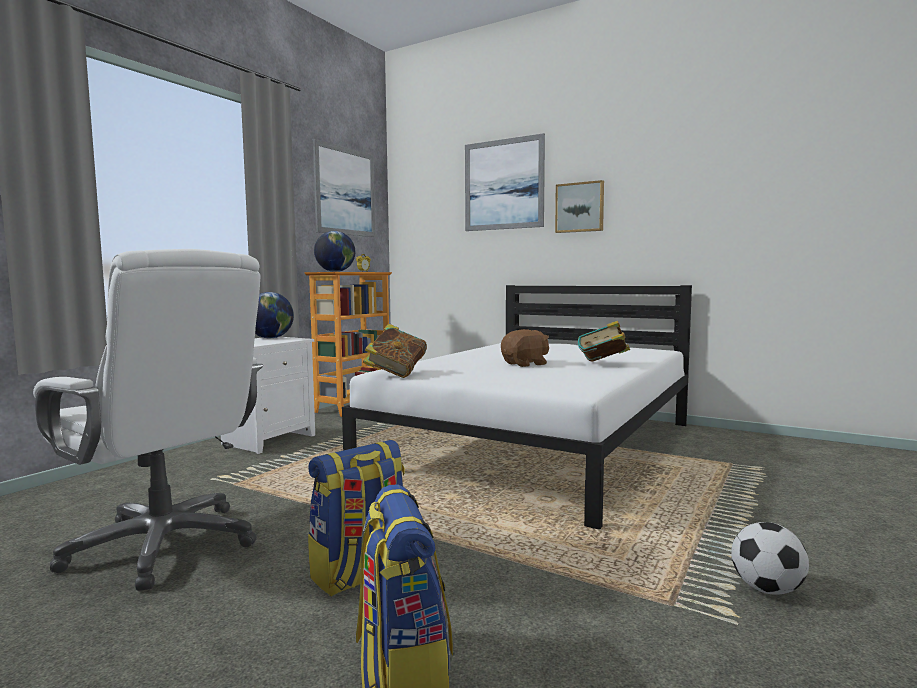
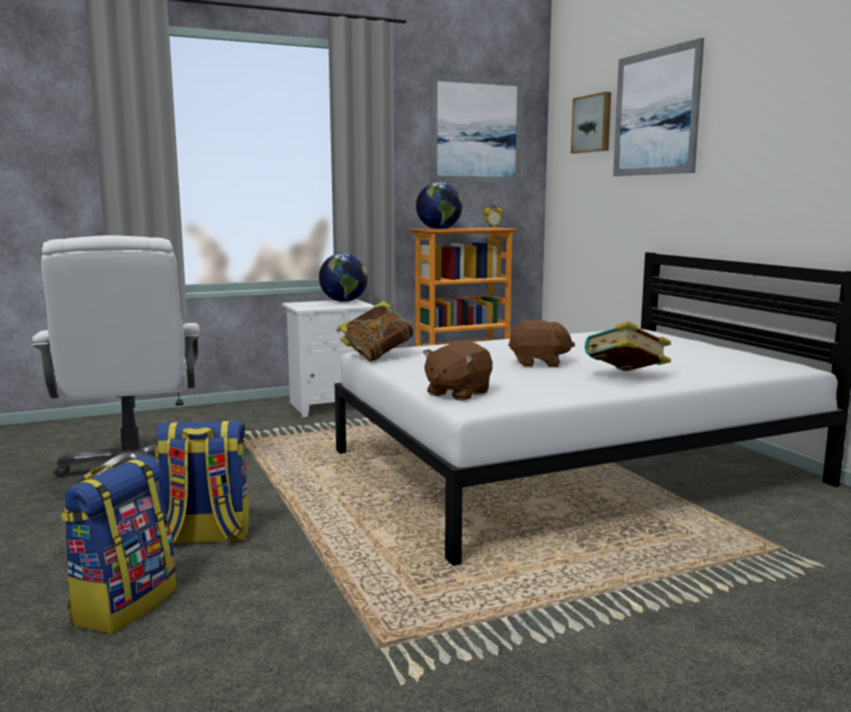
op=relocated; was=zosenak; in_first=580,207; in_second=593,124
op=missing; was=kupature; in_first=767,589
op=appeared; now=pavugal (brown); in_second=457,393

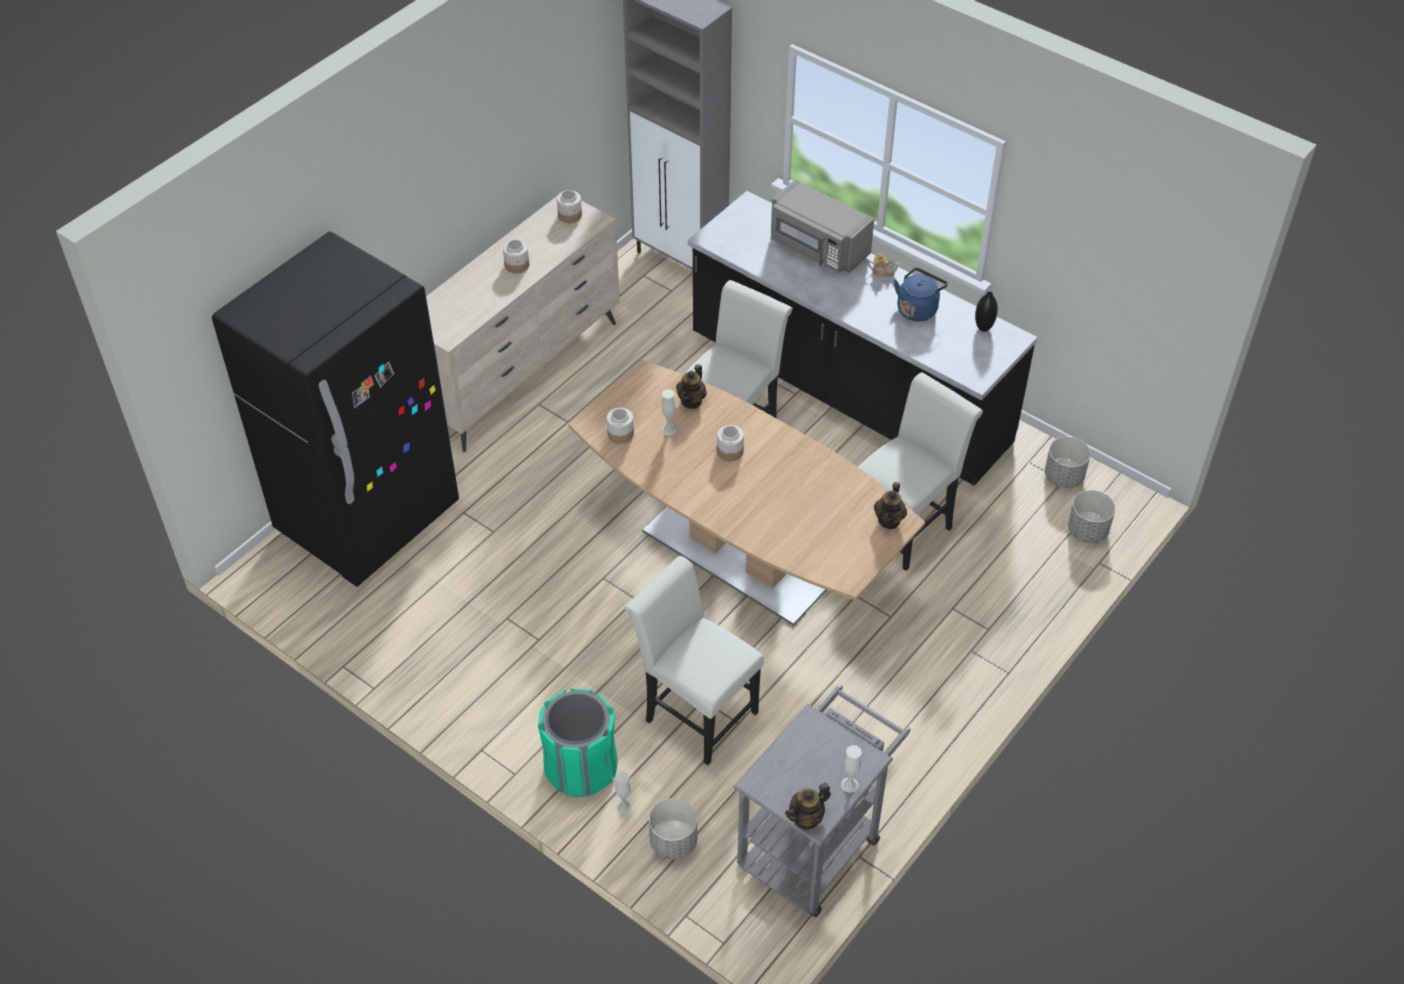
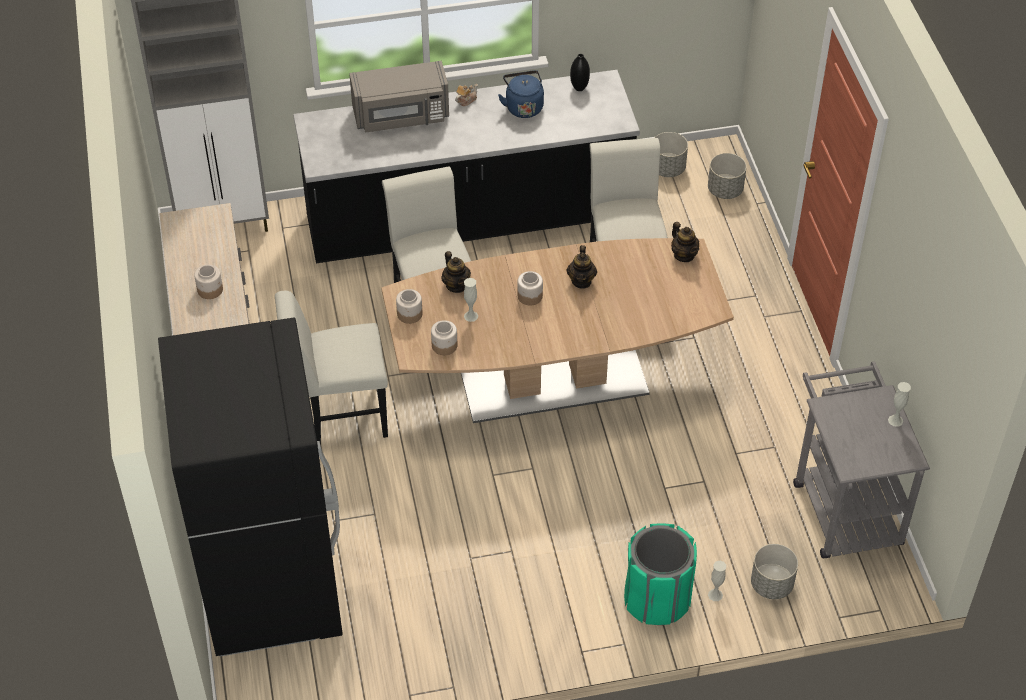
op=relocated; was=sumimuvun; in_first=570,215; in_second=410,314
op=relocated; was=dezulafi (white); in_first=695,712; in_second=339,415
op=relocated; was=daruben; in_first=807,818; in_second=581,281

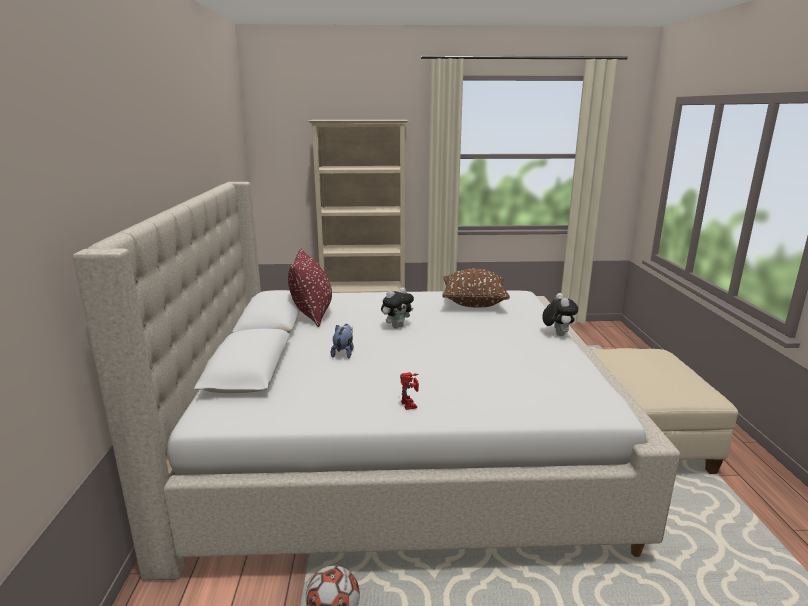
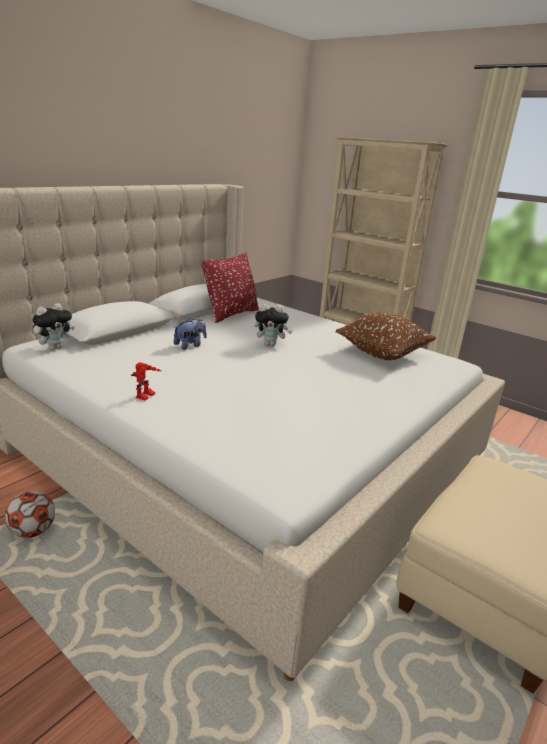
op=relocated; was=pavugal; in_first=557,334; in_second=55,347

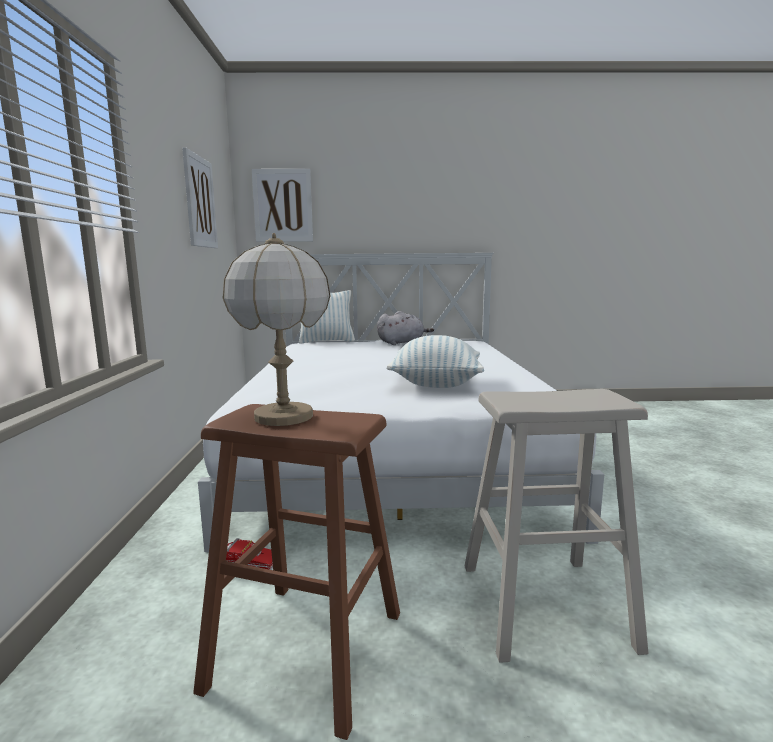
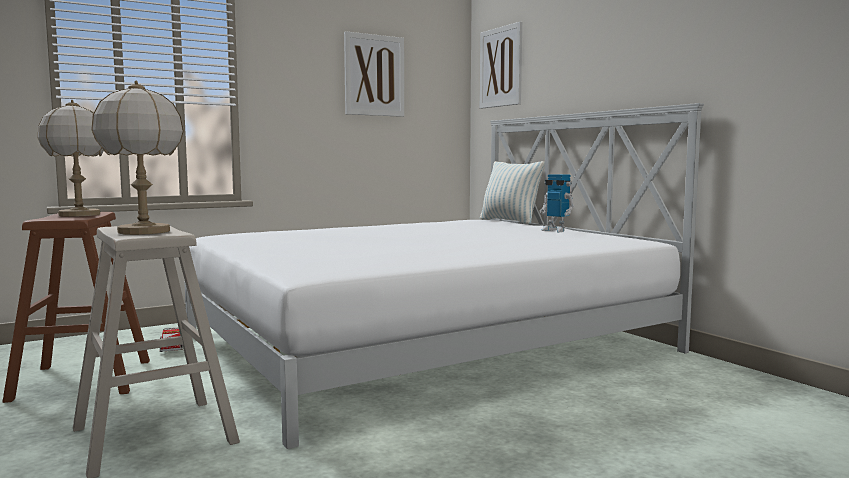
op=exchanged; was=pavugal (grey); now=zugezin; in_first=402,343; in_second=556,230
op=missing; was=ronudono; in_first=436,384
op=appeared; now=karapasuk; in_second=143,232

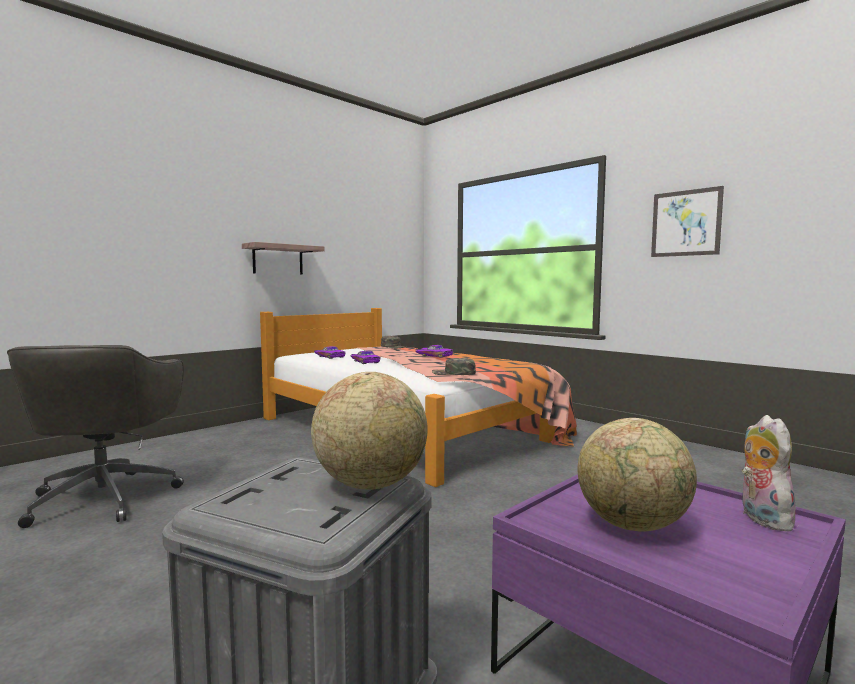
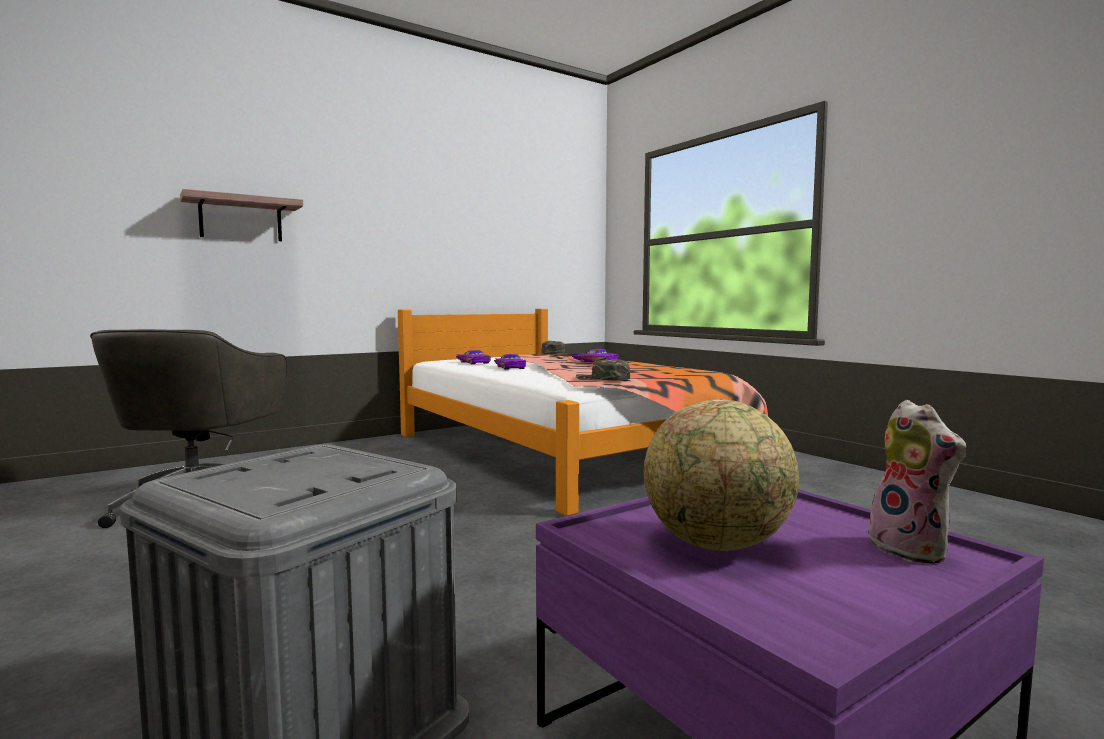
op=missing; was=zosenak; in_first=685,223
op=relocated; was=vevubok; in_first=278,259; in_second=241,219
op=missing; was=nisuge; in_first=370,484
op=spun; was=pavugal; in_first=761,518; in_second=913,549; clockwise=150

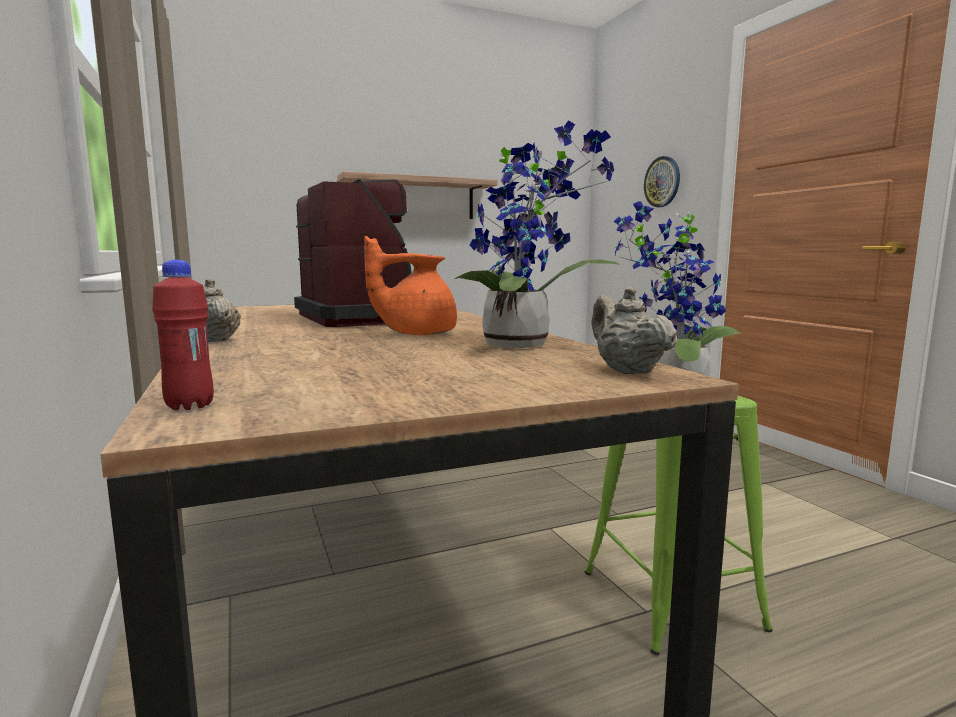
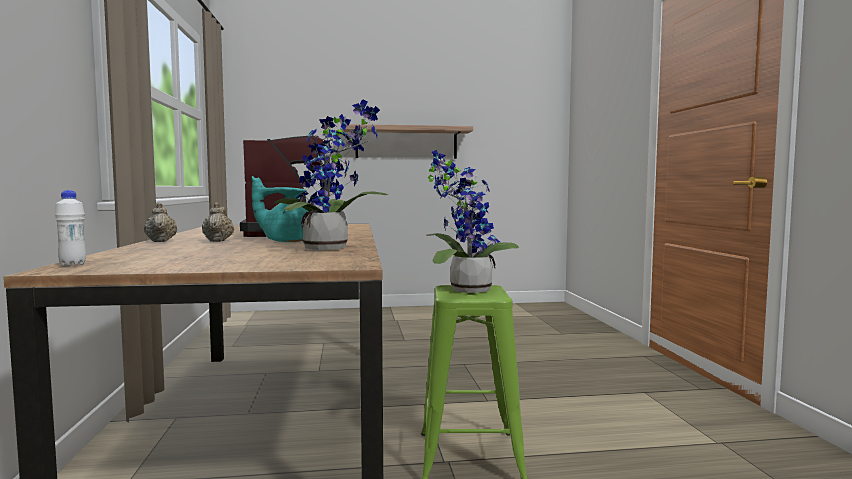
op=missing; was=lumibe; in_first=662,182
op=colour; was=daruben (orange); now=daruben (turquoise); in_first=416,333; in_second=287,241
op=colour; was=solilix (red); now=solilix (white); in_first=189,406; in_second=73,265
op=relocated; was=daruben (beige); in_first=626,371; in_second=218,241

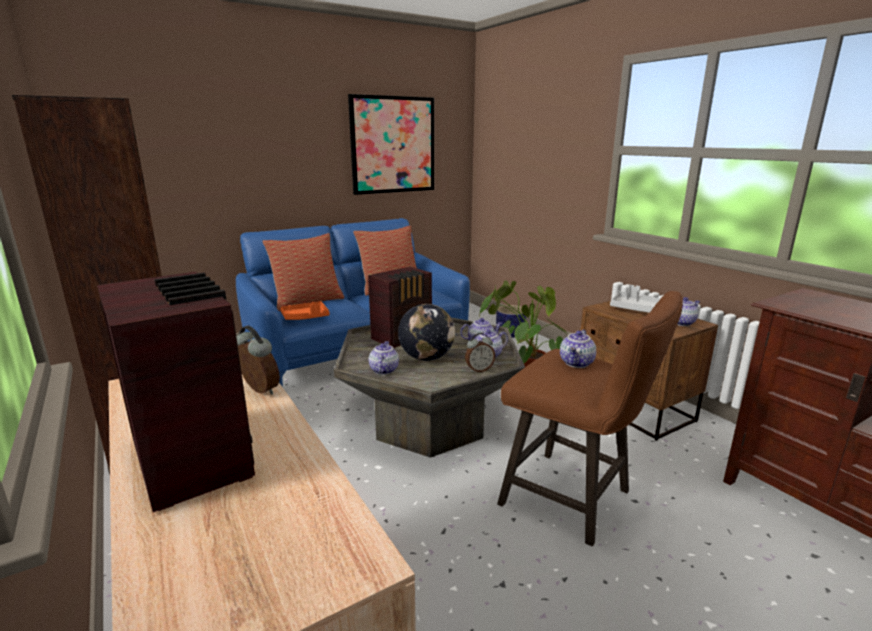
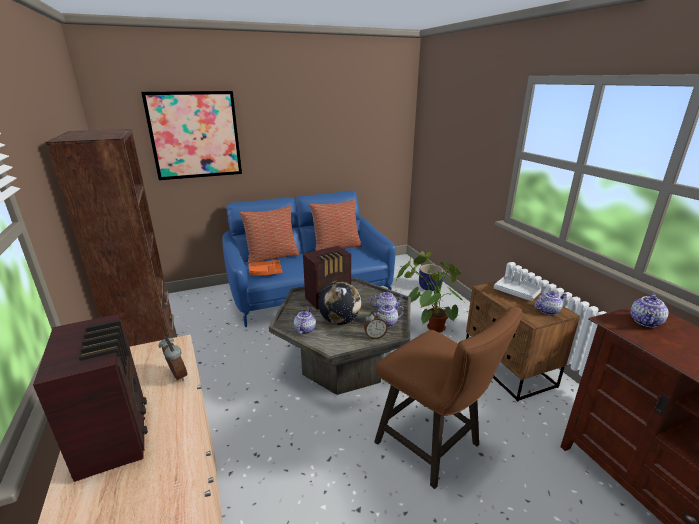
op=relocated; was=zosenak; in_first=393,145; in_second=195,135
op=relocated; was=daruben; in_first=577,363; in_second=646,322

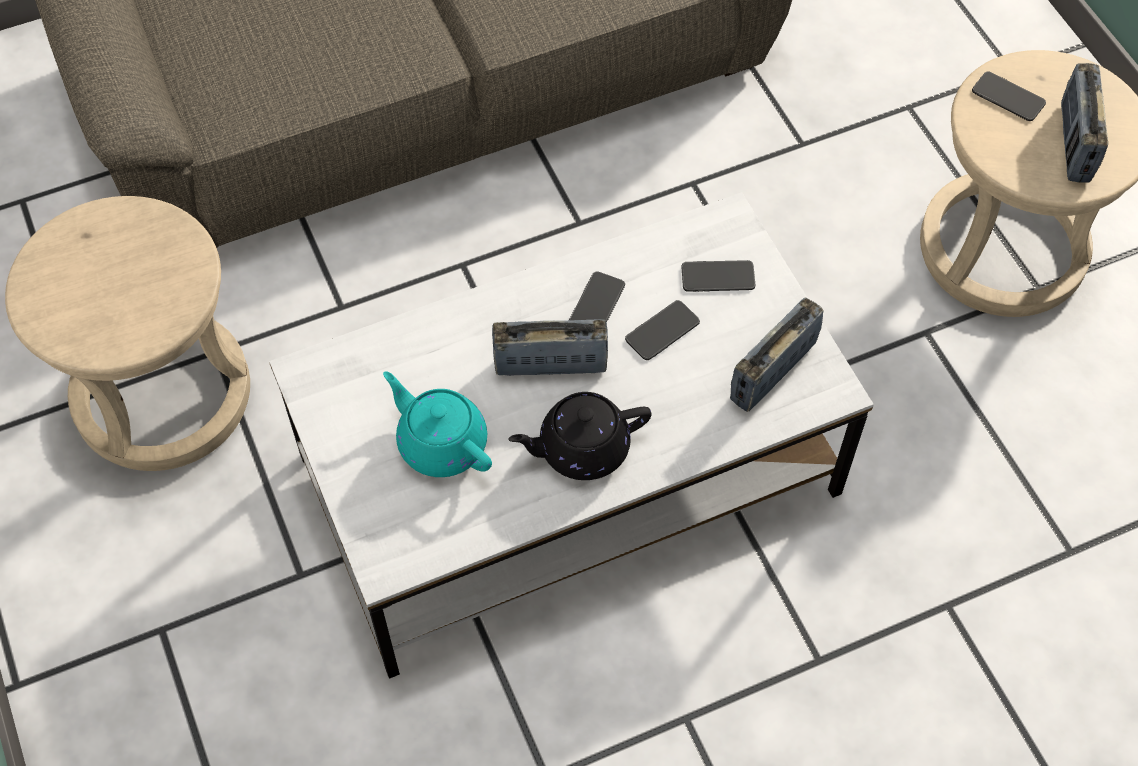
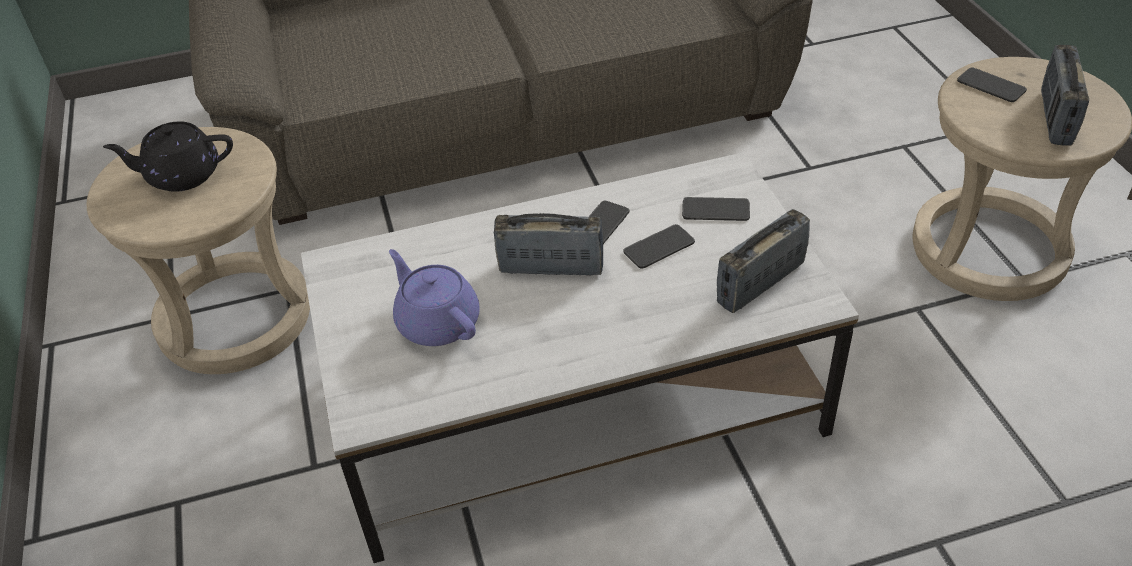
op=colour; was=daruben (turquoise); now=daruben (purple); in_first=441,443; in_second=437,322
op=relocated; was=daruben (black); in_first=581,448; in_second=182,175

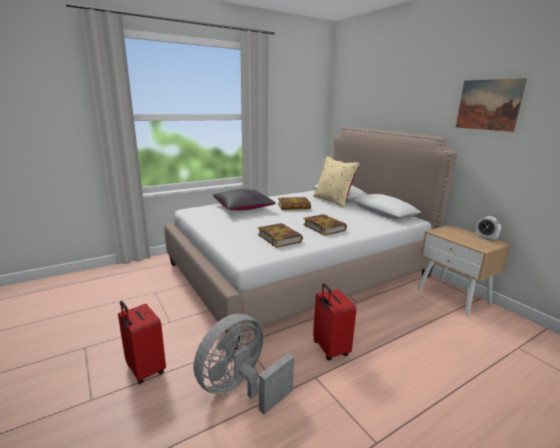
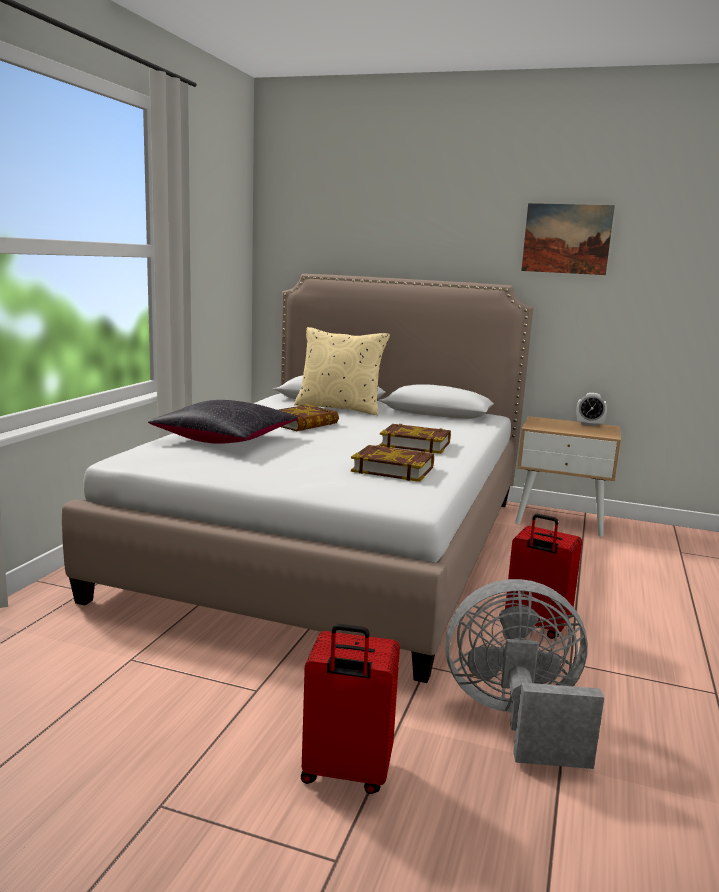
op=spun; was=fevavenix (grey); in_first=240,388; in_second=516,719; clockwise=90

